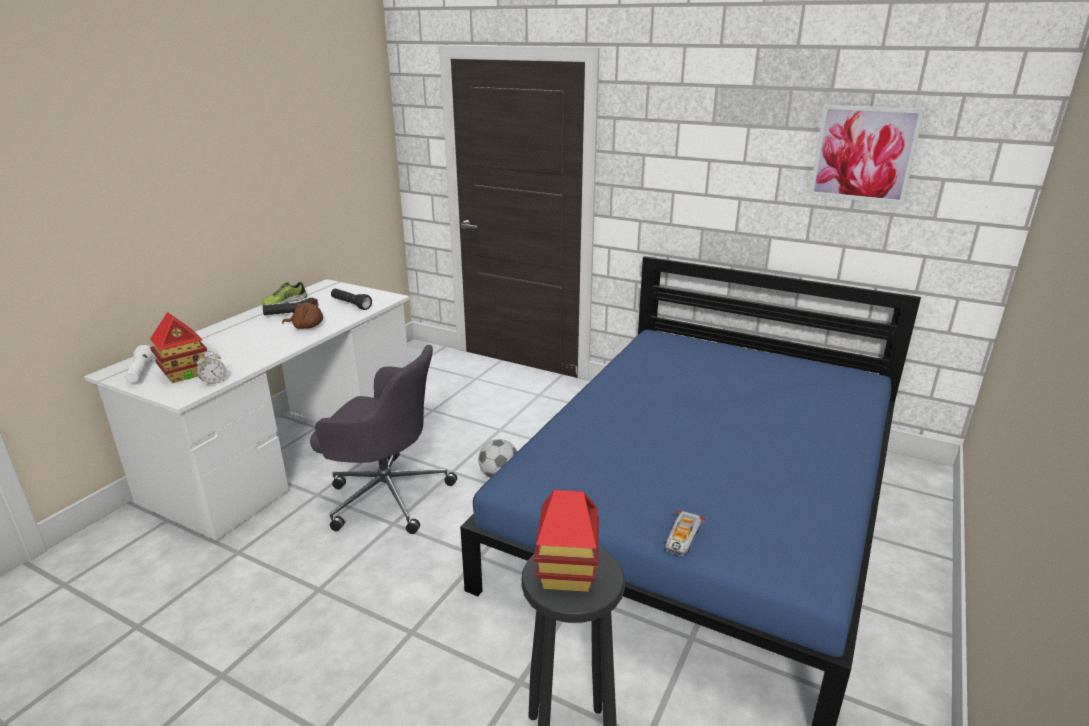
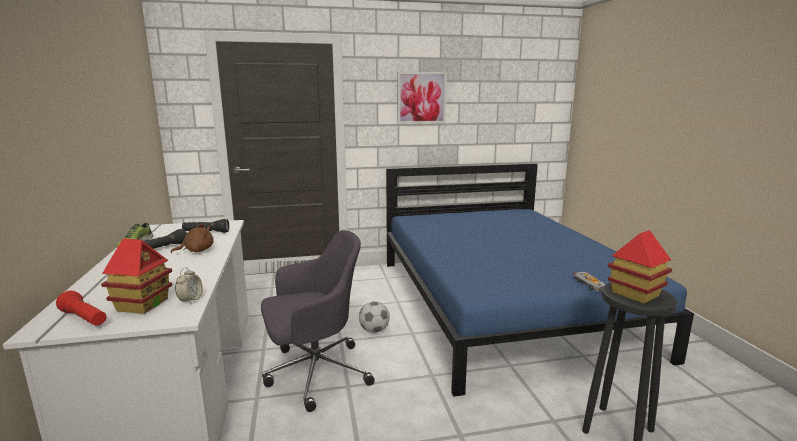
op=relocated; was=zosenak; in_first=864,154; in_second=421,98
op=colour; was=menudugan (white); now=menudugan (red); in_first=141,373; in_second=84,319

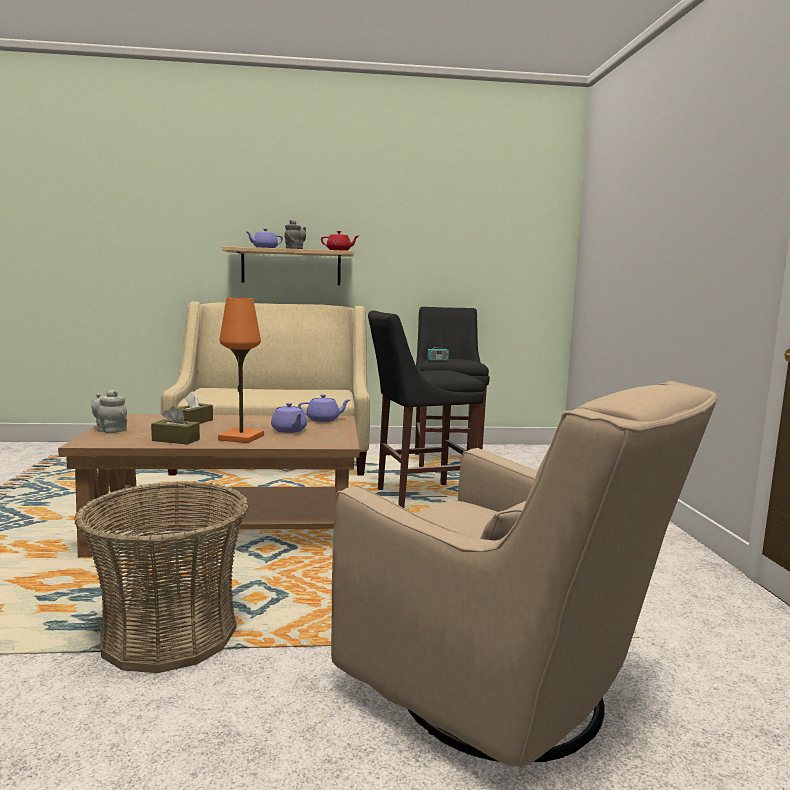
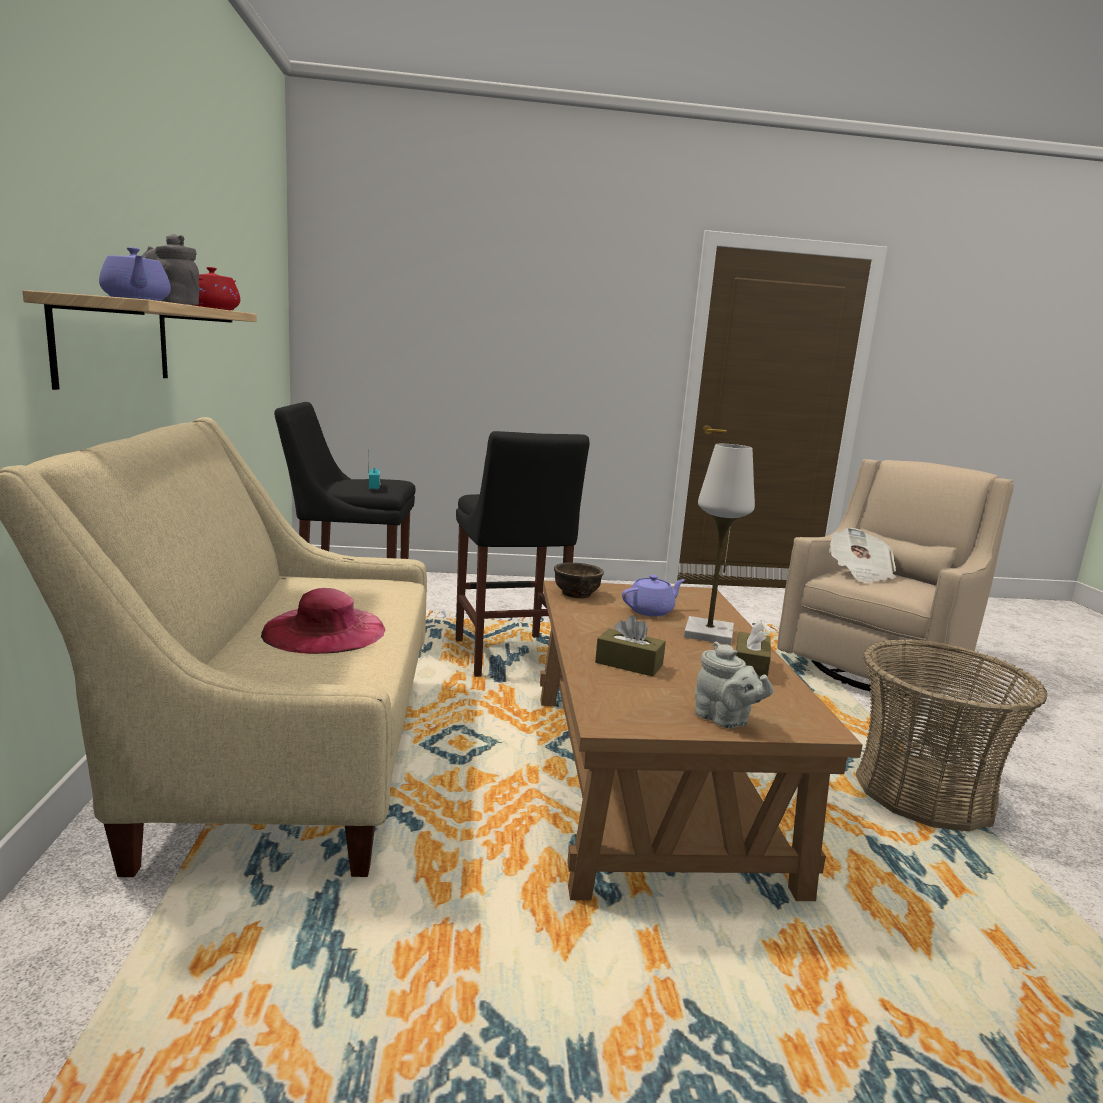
op=colour; was=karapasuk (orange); now=karapasuk (white); in_first=241,438; in_second=709,633
op=spun; was=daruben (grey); in_first=110,430; in_second=725,720; clockwise=-75
op=exchanged; was=daruben (purple); now=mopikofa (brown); in_first=324,419; in_second=576,594
op=appeared; now=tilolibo; in_second=859,573
op=appeared; now=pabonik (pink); in_second=324,630

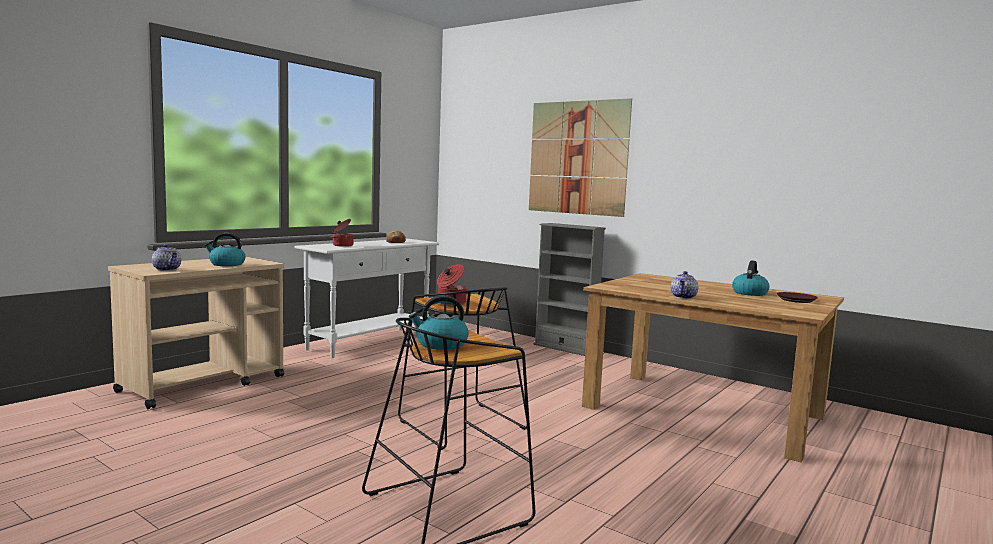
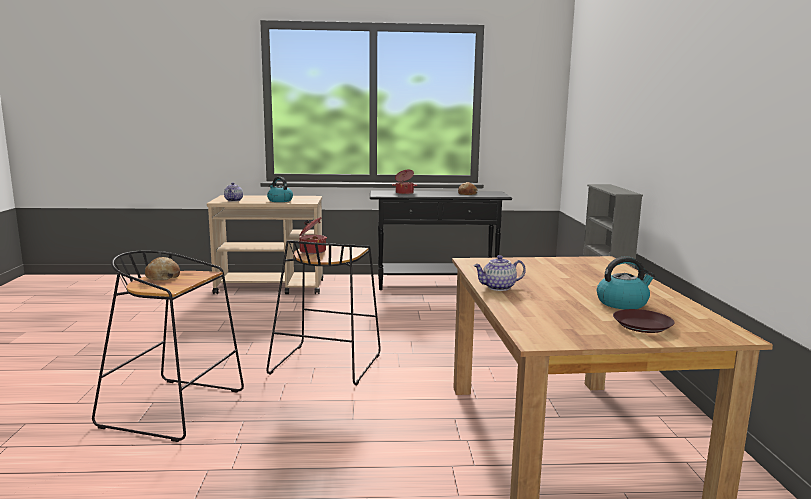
op=missing; was=zosenak; in_first=577,157
op=colour; was=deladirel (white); now=deladirel (black); in_first=370,342; in_second=437,284
op=exchanged; was=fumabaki; now=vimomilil; in_first=440,344; in_second=162,276

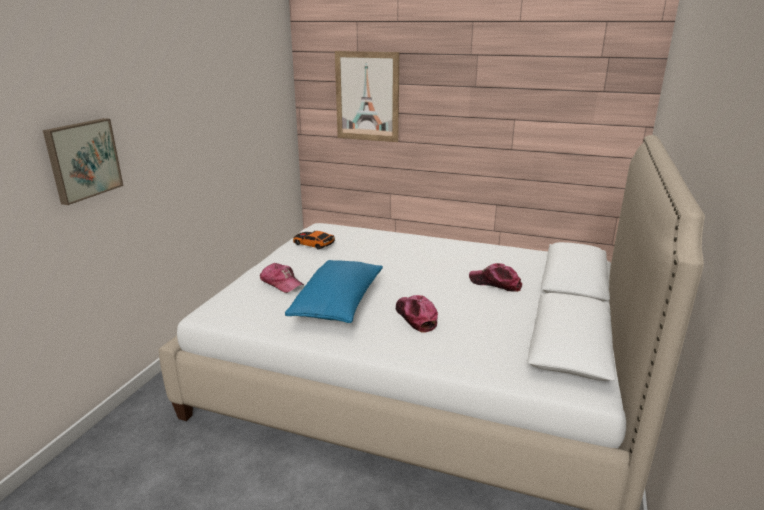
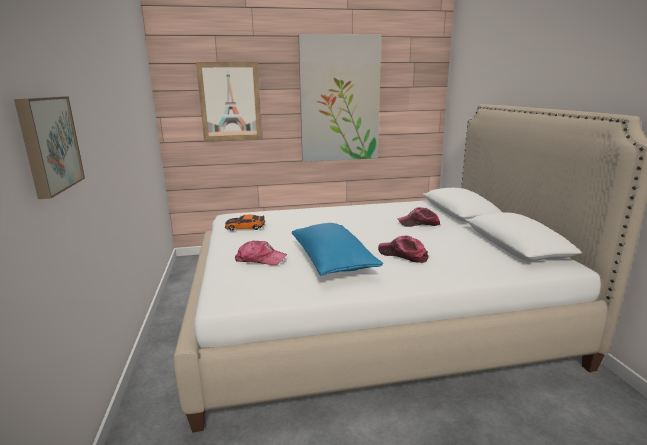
op=appeared; now=zosenak; in_second=339,99

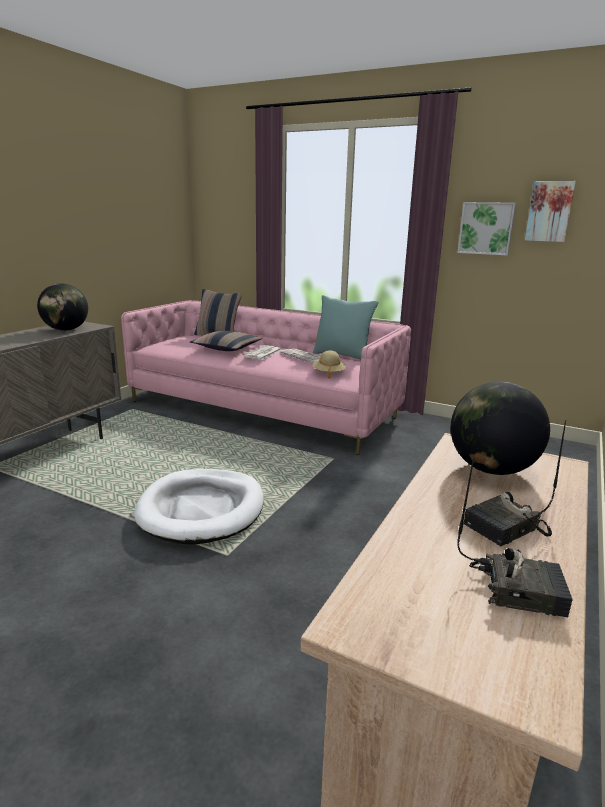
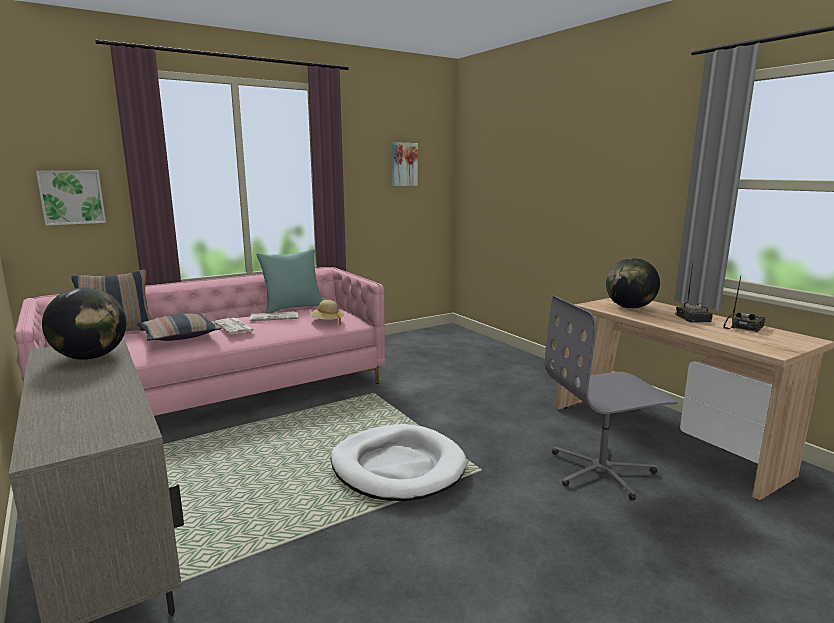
op=relocated; was=zosenak; in_first=486,228; in_second=72,197
op=appeared; now=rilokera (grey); in_second=602,471

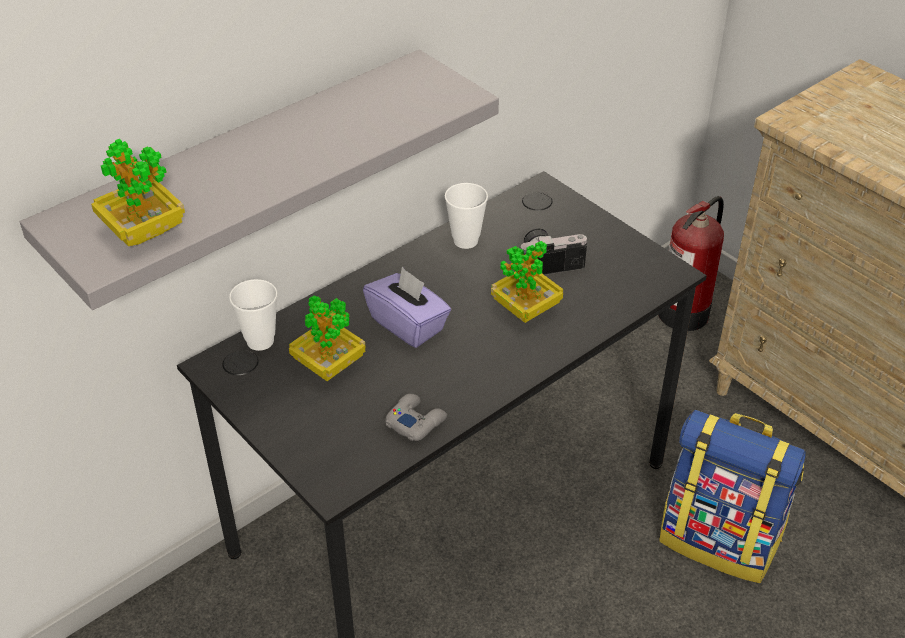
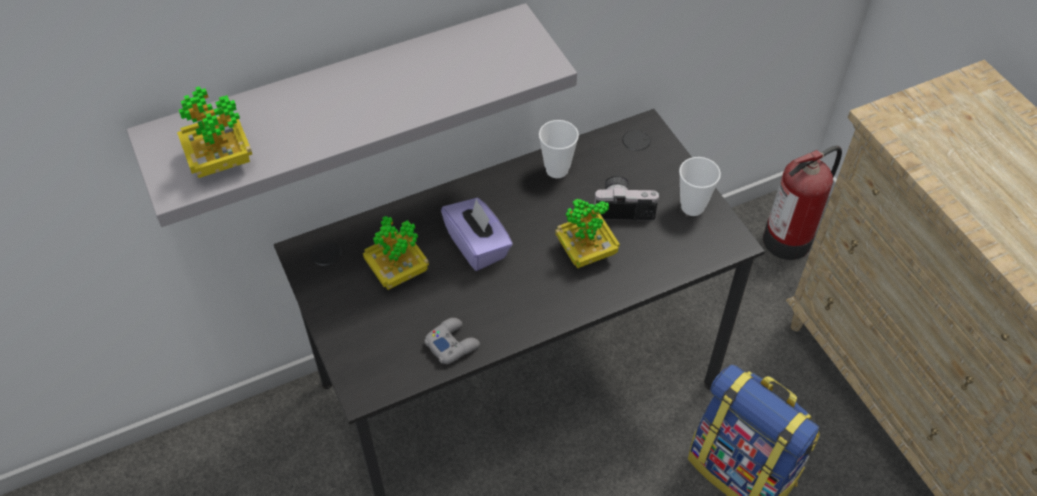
op=relocated; was=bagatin; in_first=260,341; in_second=692,207

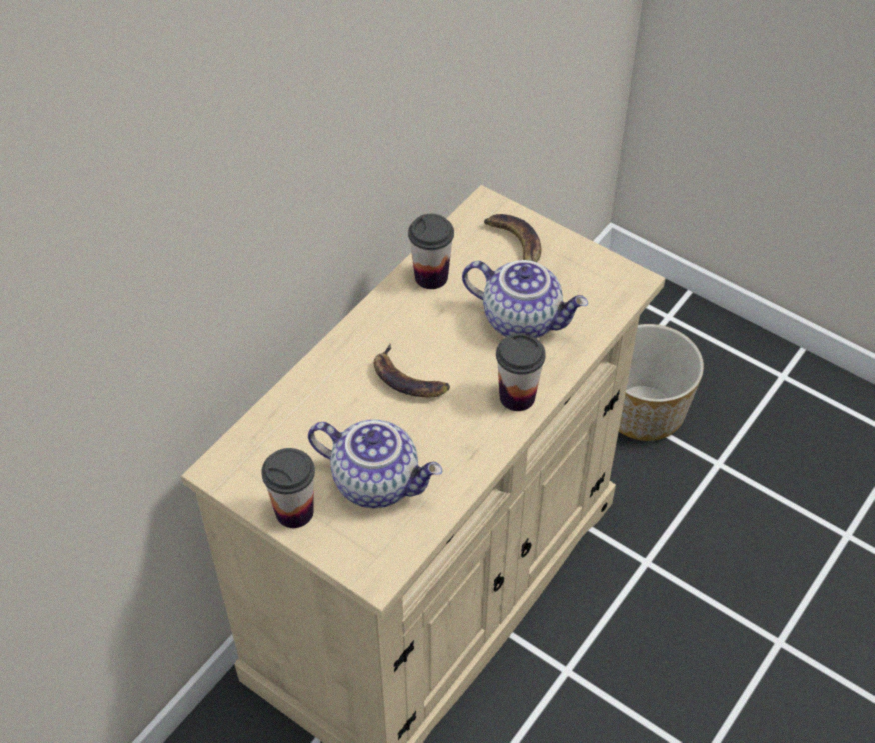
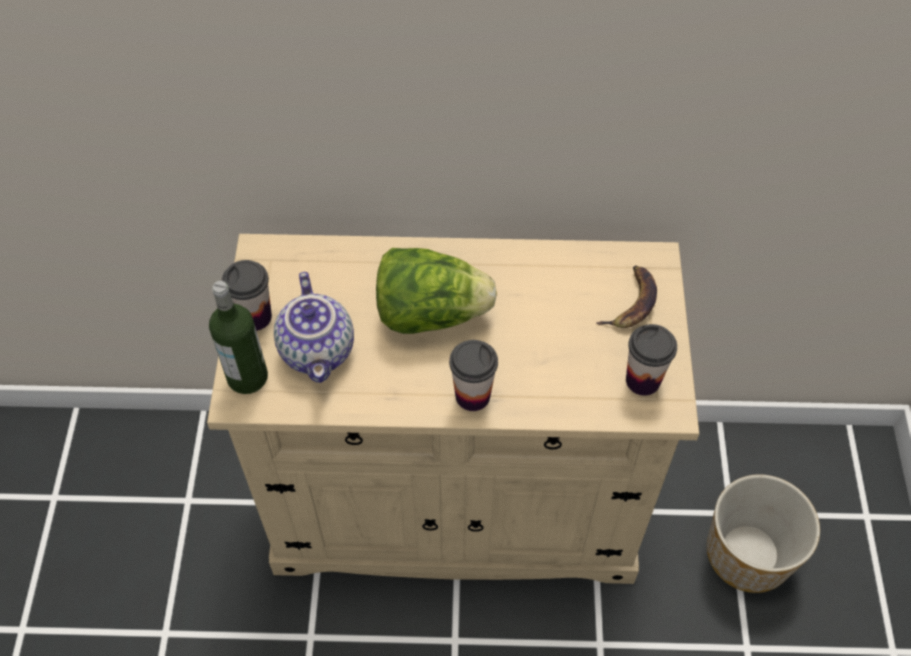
op=relocated; was=bagatin; in_first=431,277; in_second=643,380
op=missing; was=daruben; in_first=523,319
op=exchanged; was=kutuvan; now=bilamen; in_first=408,379; in_second=431,313
op=appeared; now=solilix; in_second=247,377

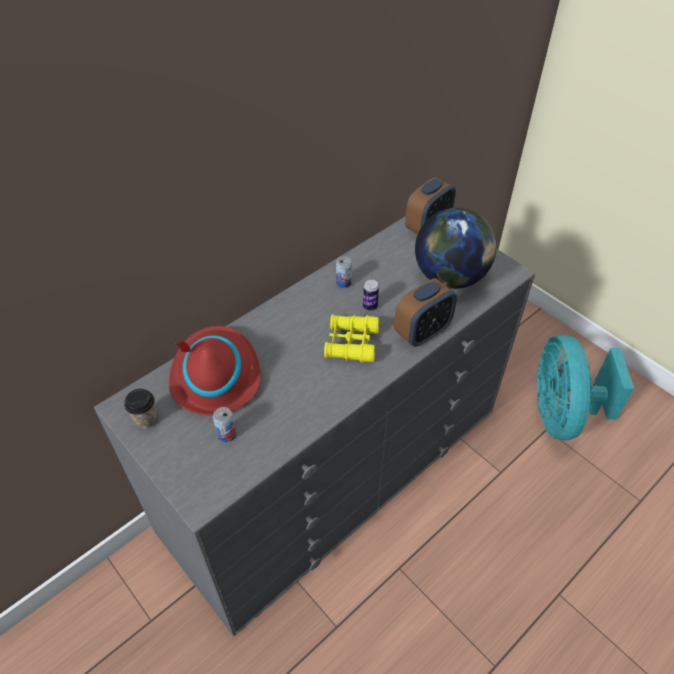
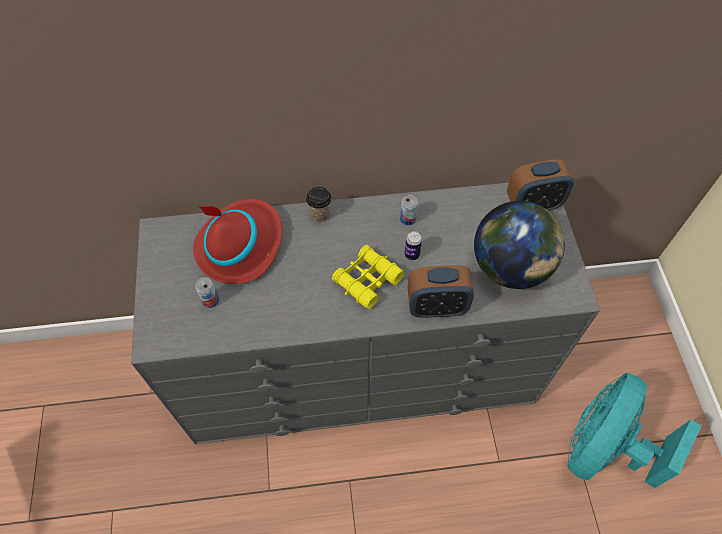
op=relocated; was=bagatin; in_first=146,419; in_second=320,214

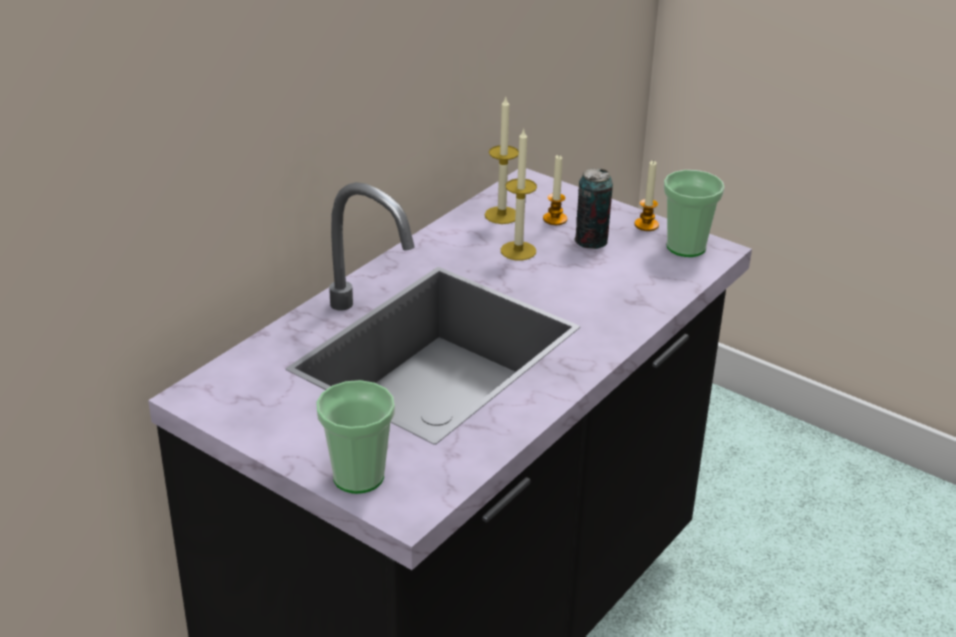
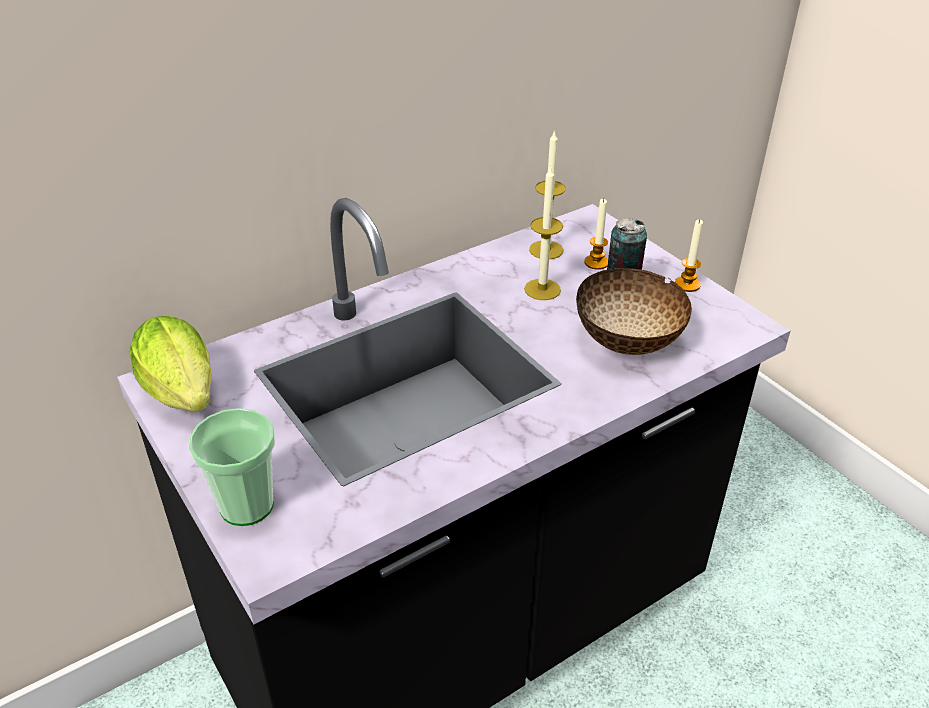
op=missing; was=bagatin; in_first=686,247
op=appeared; now=mopikofa; in_second=628,343
op=appeared; now=bilamen; in_second=185,397

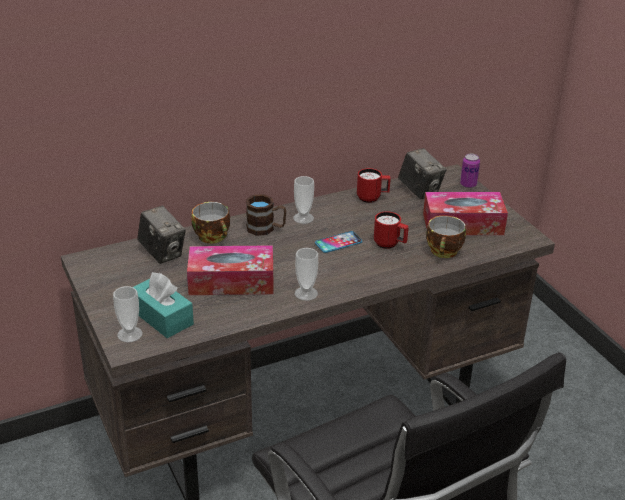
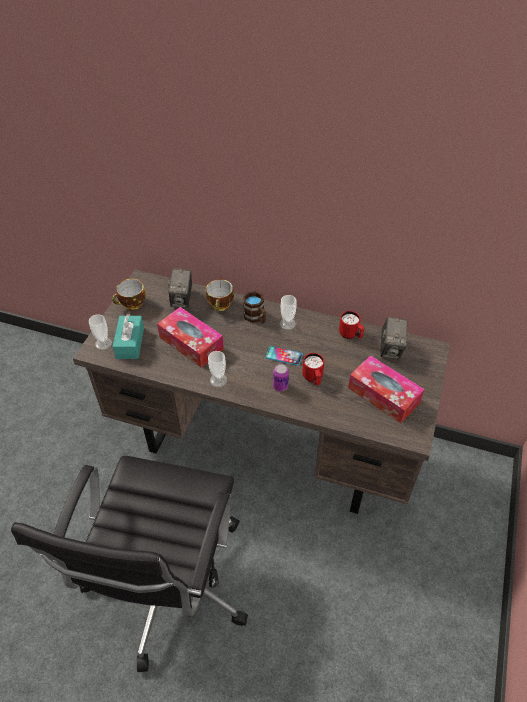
op=relocated; was=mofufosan; in_first=468,184; in_second=280,386
op=relocated; was=bagatin; in_first=444,252; in_second=132,304

